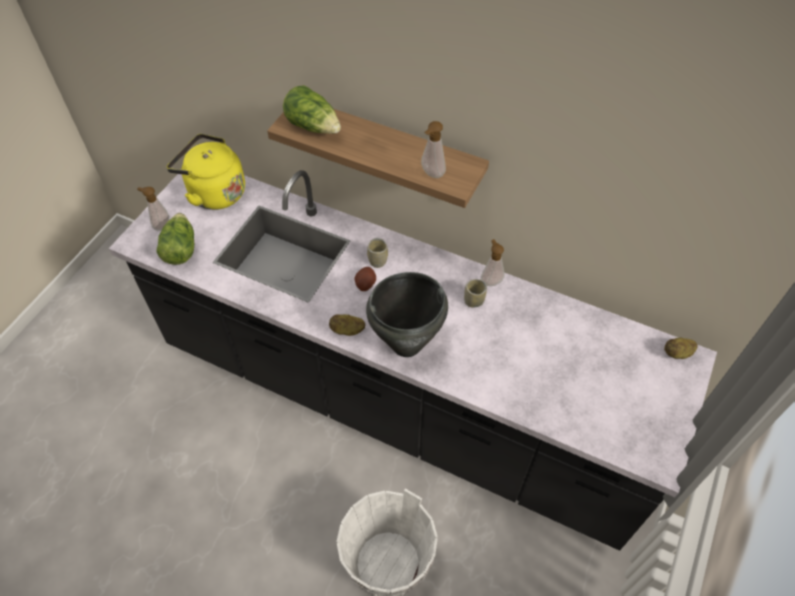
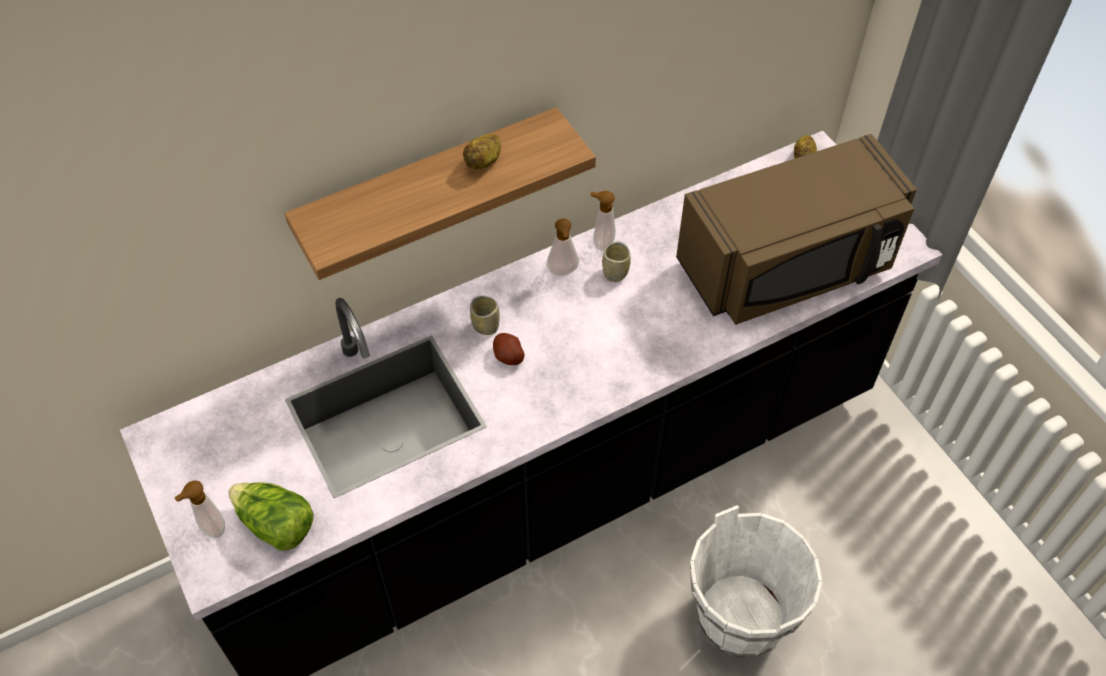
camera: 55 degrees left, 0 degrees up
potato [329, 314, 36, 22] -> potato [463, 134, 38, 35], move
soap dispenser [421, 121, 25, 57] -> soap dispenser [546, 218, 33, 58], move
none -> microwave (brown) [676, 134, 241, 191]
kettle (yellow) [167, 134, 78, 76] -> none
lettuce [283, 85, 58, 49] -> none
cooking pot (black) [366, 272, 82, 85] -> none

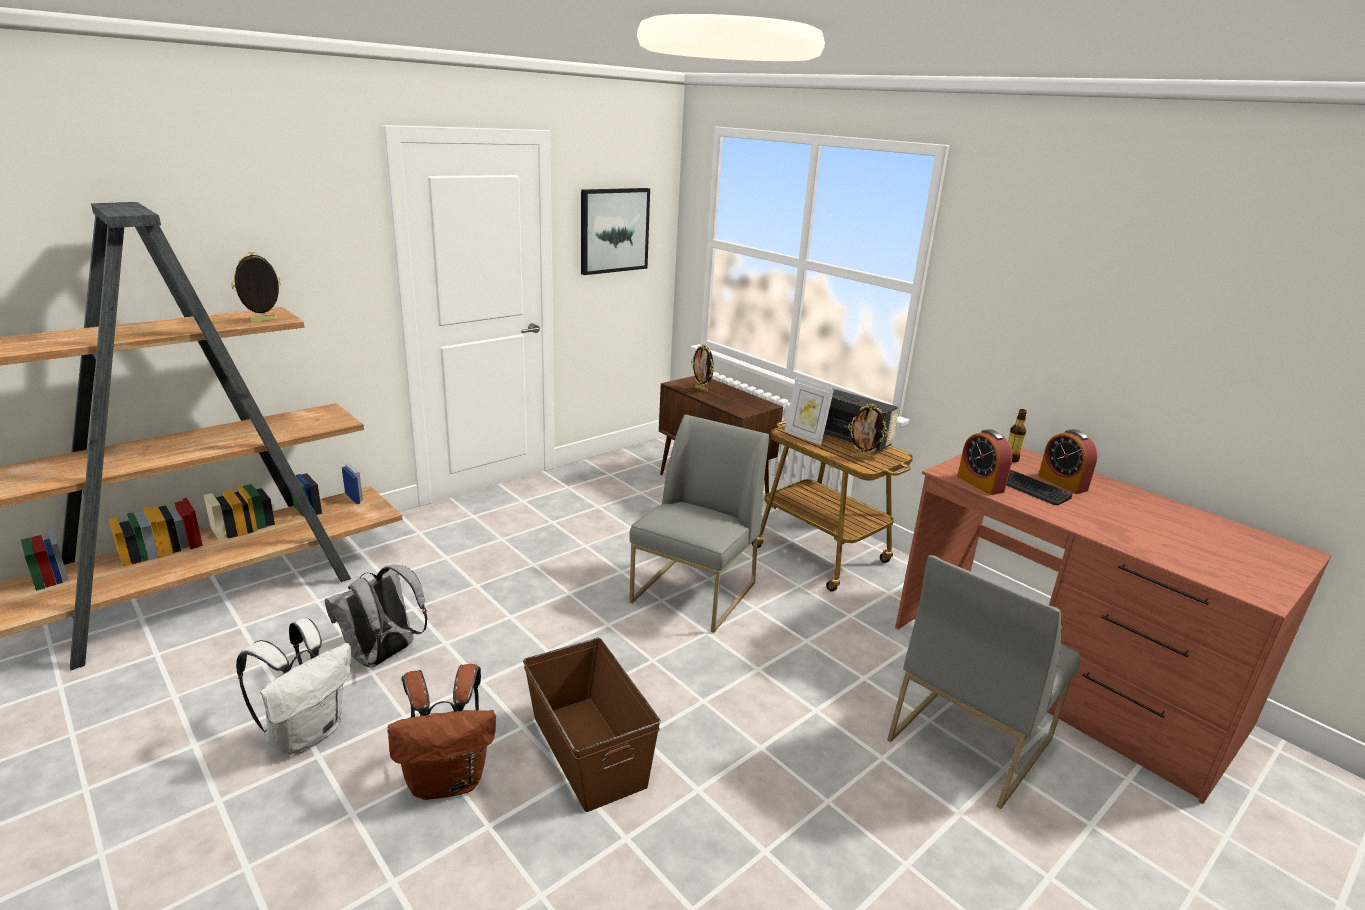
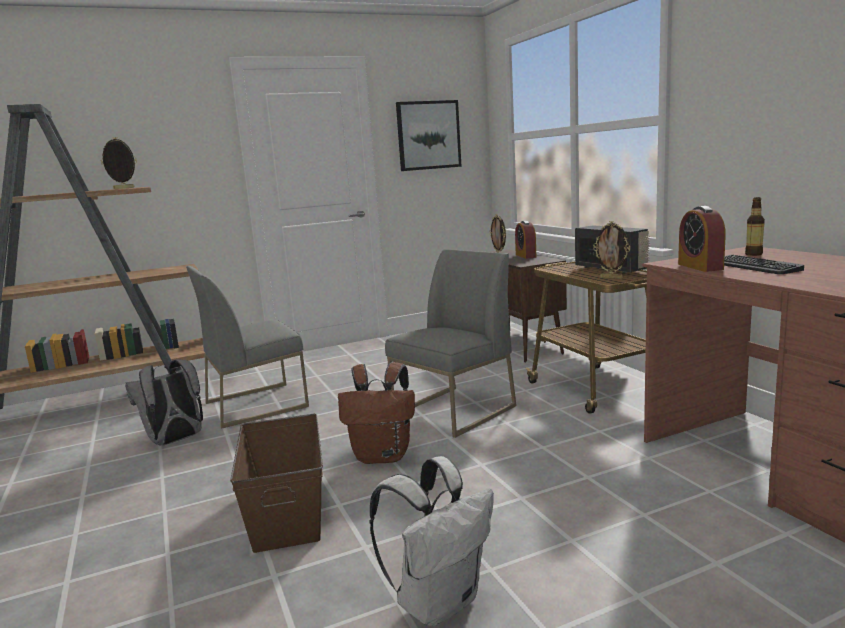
camera: 20 degrees right, 10 degrees down
chair (grey) [887, 555, 194, 254] -> chair (grey) [186, 266, 123, 163], move
backpack (brown) [388, 664, 108, 136] -> backpack (brown) [338, 362, 77, 102], move
backpack (white) [236, 618, 115, 137] -> backpack (white) [369, 456, 125, 170], move
alarm clock [1038, 429, 59, 65] -> alarm clock [515, 221, 21, 38], move
picture frame [784, 378, 50, 67] -> none

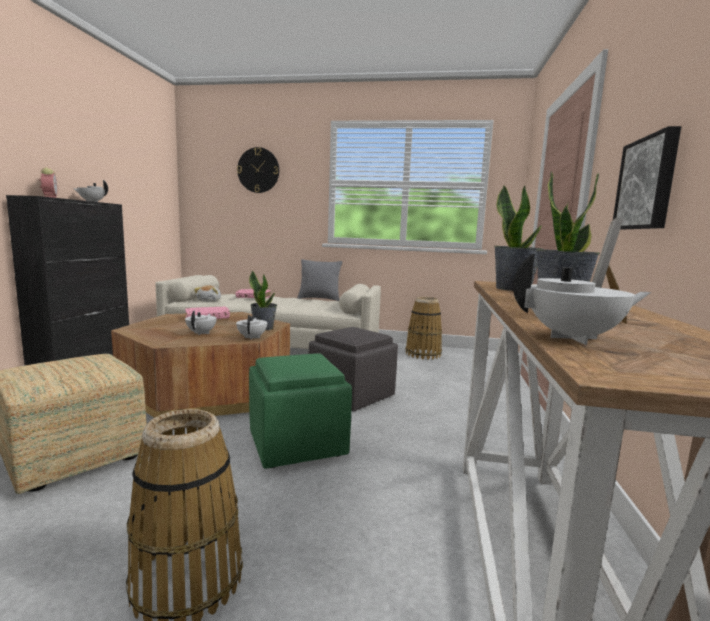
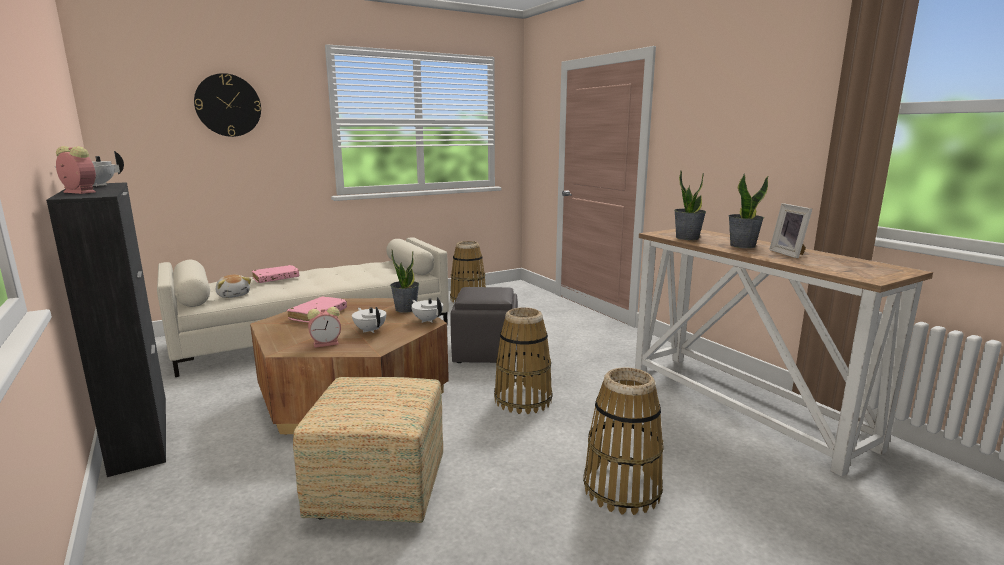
camera: 40 degrees left, 5 degrees up
none -> alarm clock [307, 307, 34, 41]
ottoman (green) [249, 353, 103, 116] -> basket [494, 307, 58, 107]
pillow (grey) [297, 259, 45, 42] -> none
teapot (white) [513, 254, 138, 91] -> none
picture [613, 126, 68, 104] -> none

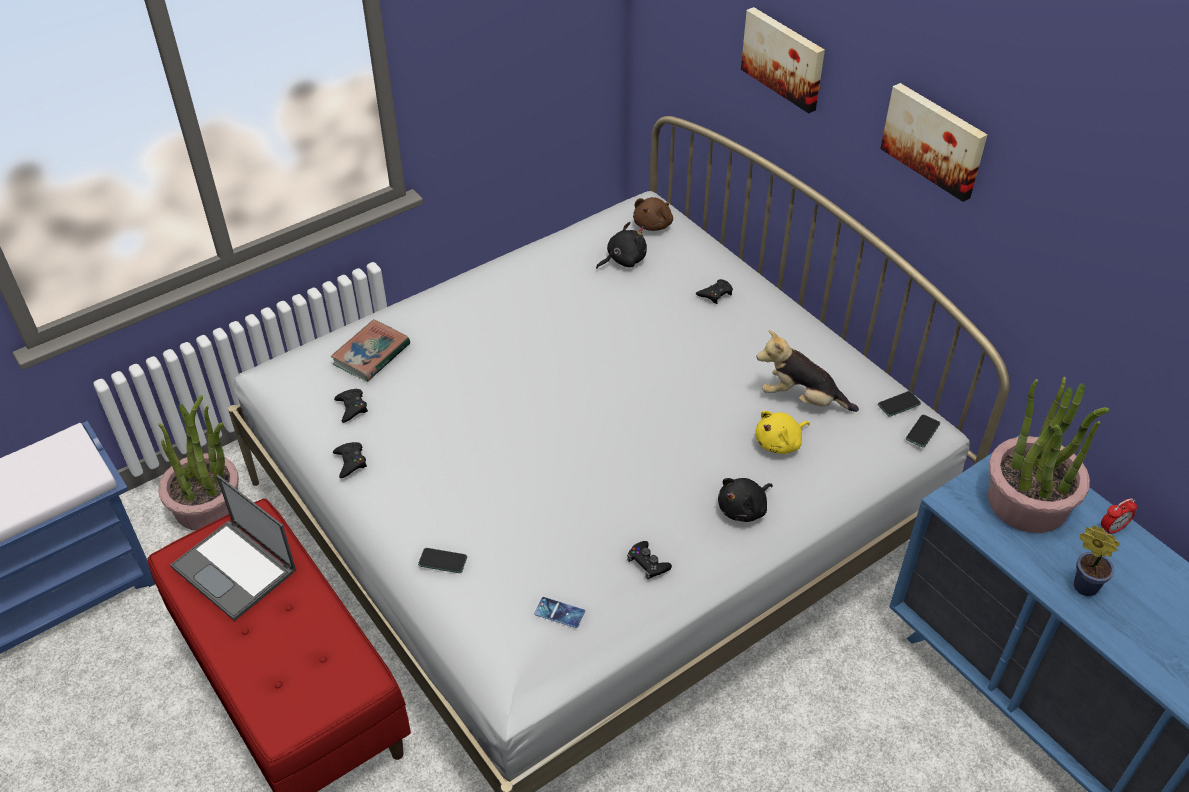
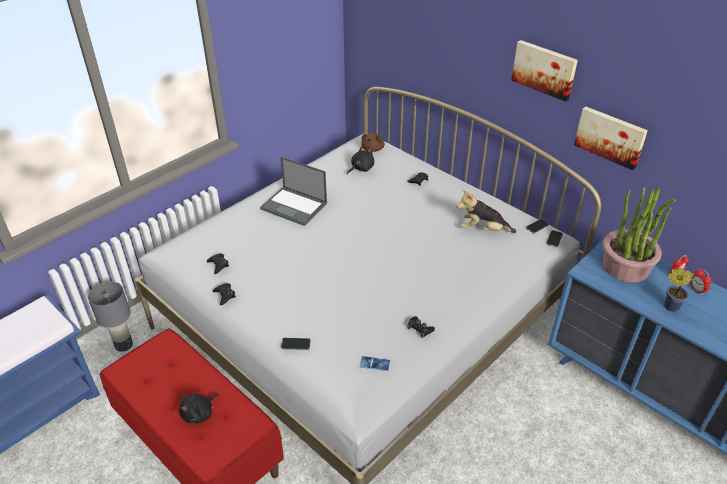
camera: 10 degrees left, 5 degrees down
potted plant [158, 395, 81, 135] -> table lamp (grey) [88, 281, 45, 71]
plush toy (black) [718, 478, 55, 44] -> plush toy (black) [179, 394, 40, 29], move
laptop [170, 475, 126, 146] -> laptop [260, 157, 67, 69], move
picture [741, 7, 84, 106] -> picture [574, 107, 74, 63], move
none -> alarm clock [690, 269, 22, 26]
book [331, 319, 79, 63] -> none
plush toy (yellow) [756, 411, 54, 43] -> none

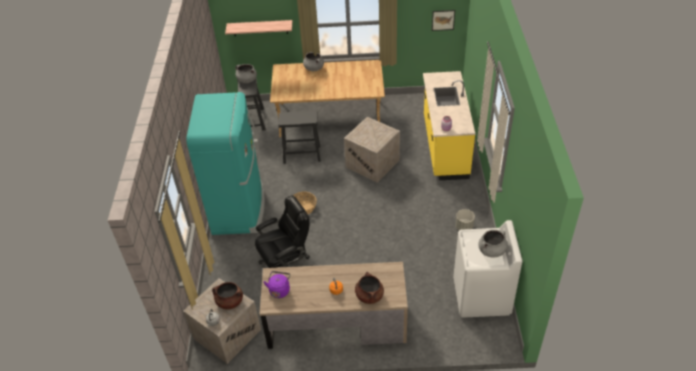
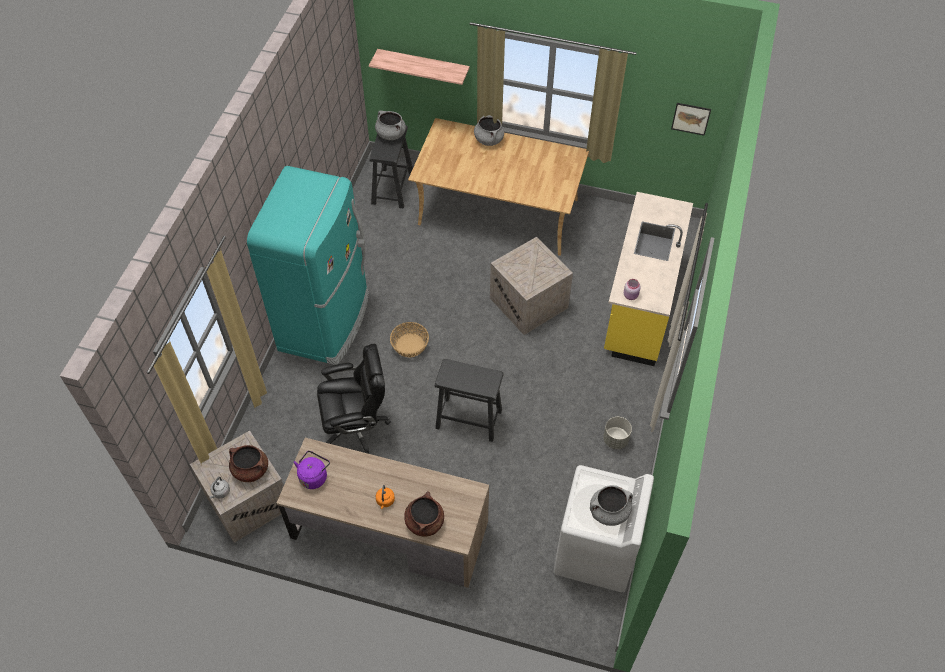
camera: 15 degrees right, 10 degrees up
stool (black) [278, 110, 43, 54] -> stool (black) [435, 359, 69, 83], move

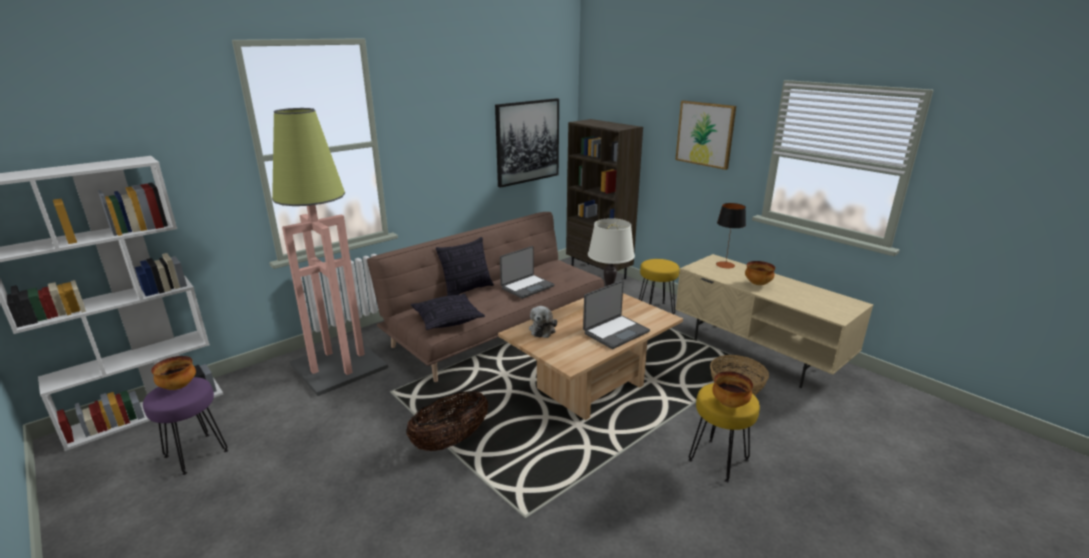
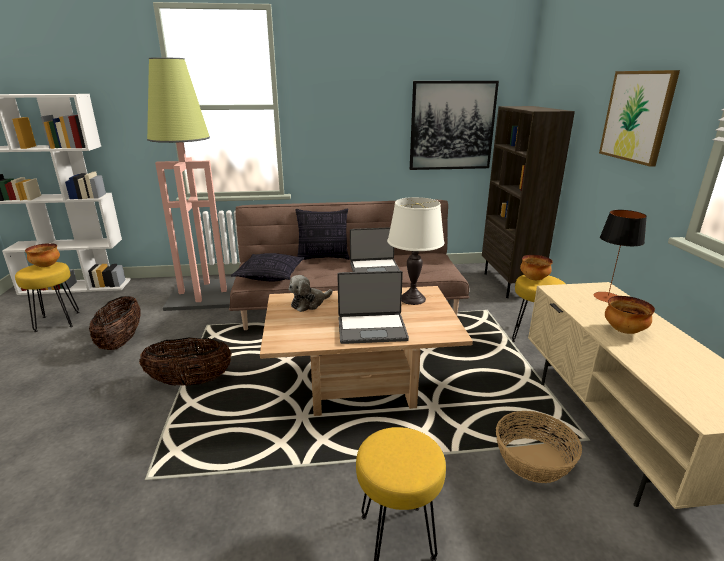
camera: 35 degrees right, 0 degrees up
stool (purple) [143, 377, 85, 98] -> stool (yellow) [15, 262, 65, 70]
none -> basket [89, 296, 52, 54]
bowl [712, 371, 41, 37] -> bowl [520, 255, 33, 25], move

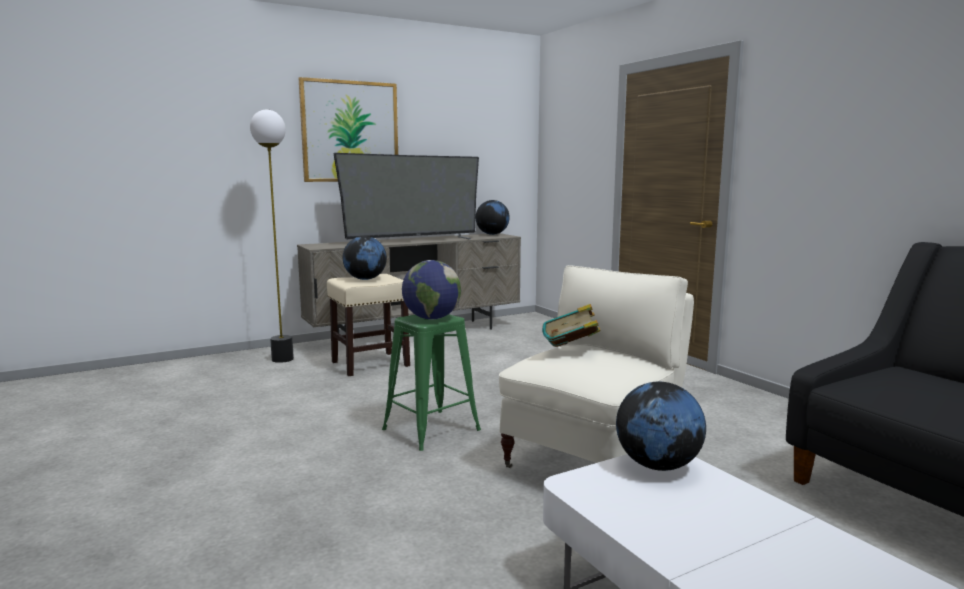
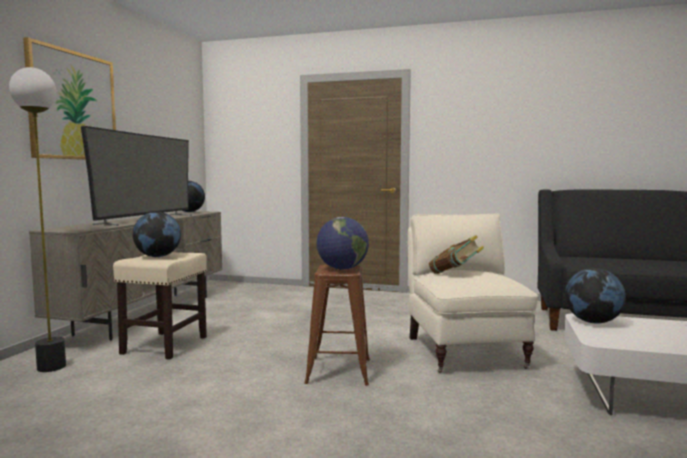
camera: 45 degrees left, 5 degrees down
stool (green) [382, 314, 99, 137] -> stool (brown) [304, 265, 66, 121]

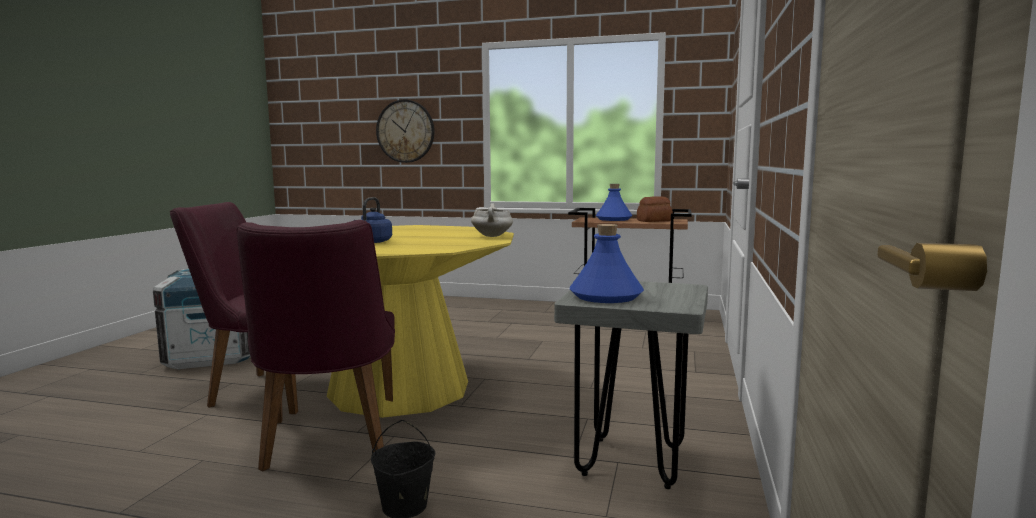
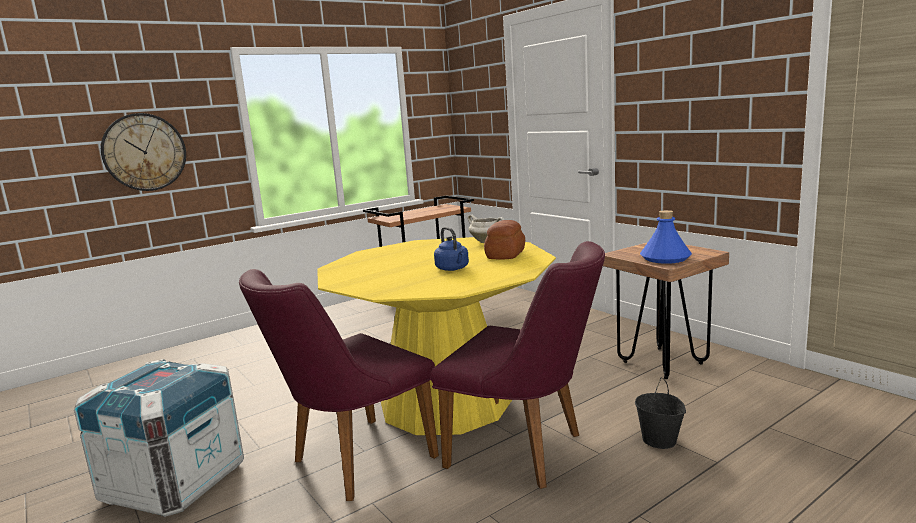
camera: 50 degrees left, 5 degrees up
bread [637, 196, 36, 26] -> bread [484, 220, 41, 39], move
stool (grey) [554, 281, 154, 208] -> stool (brown) [603, 242, 126, 137]
bottle (blue) [596, 184, 36, 37] -> none

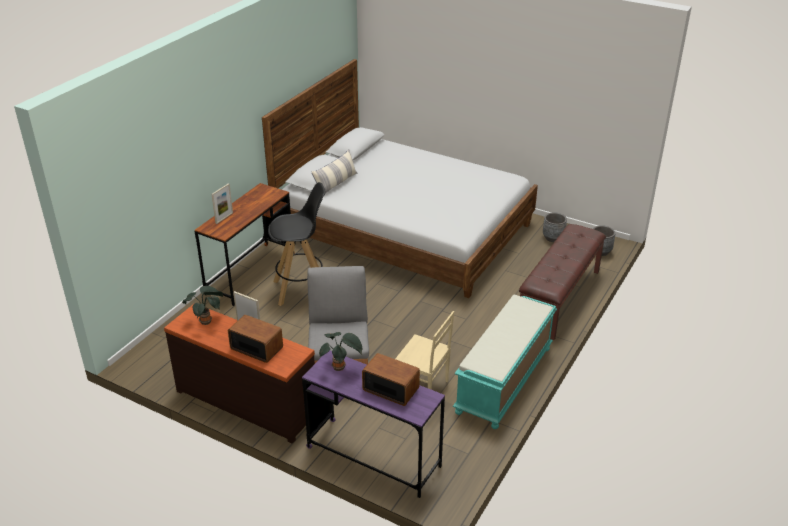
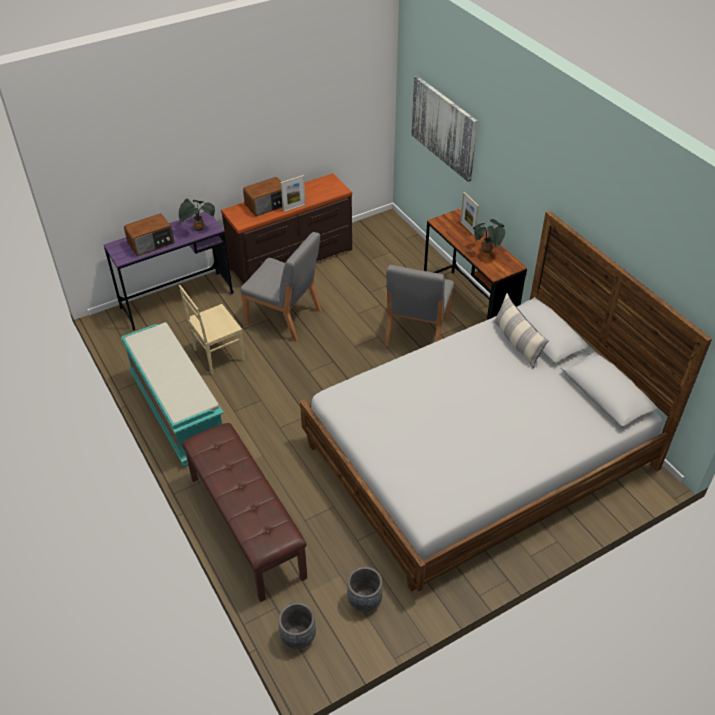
camera: 120 degrees right, 10 degrees up
stool (black) [268, 182, 58, 124] -> chair (grey) [385, 265, 69, 81]
none -> picture [411, 76, 66, 106]
potted plant [182, 286, 41, 39] -> potted plant [473, 219, 32, 34], move

